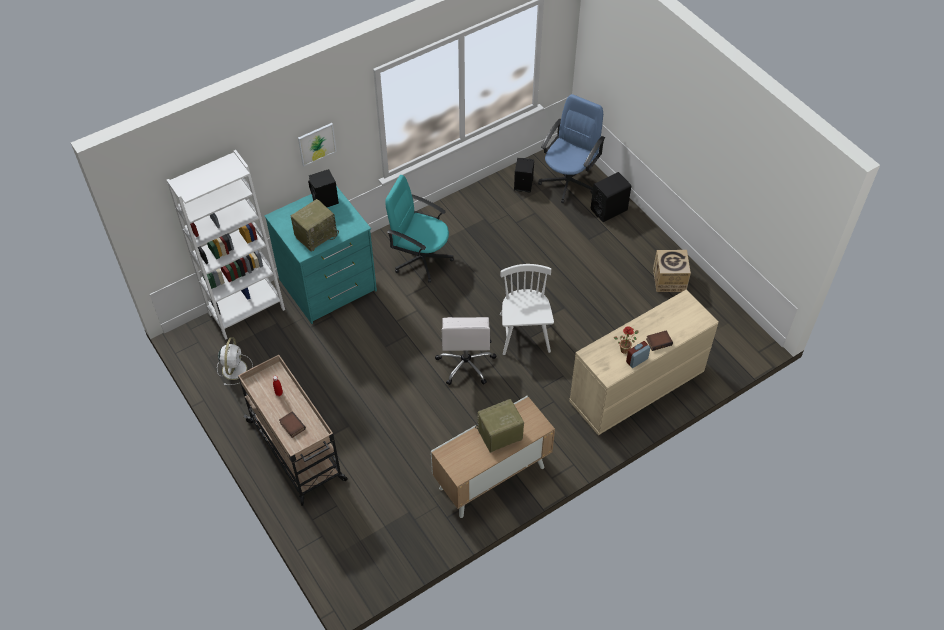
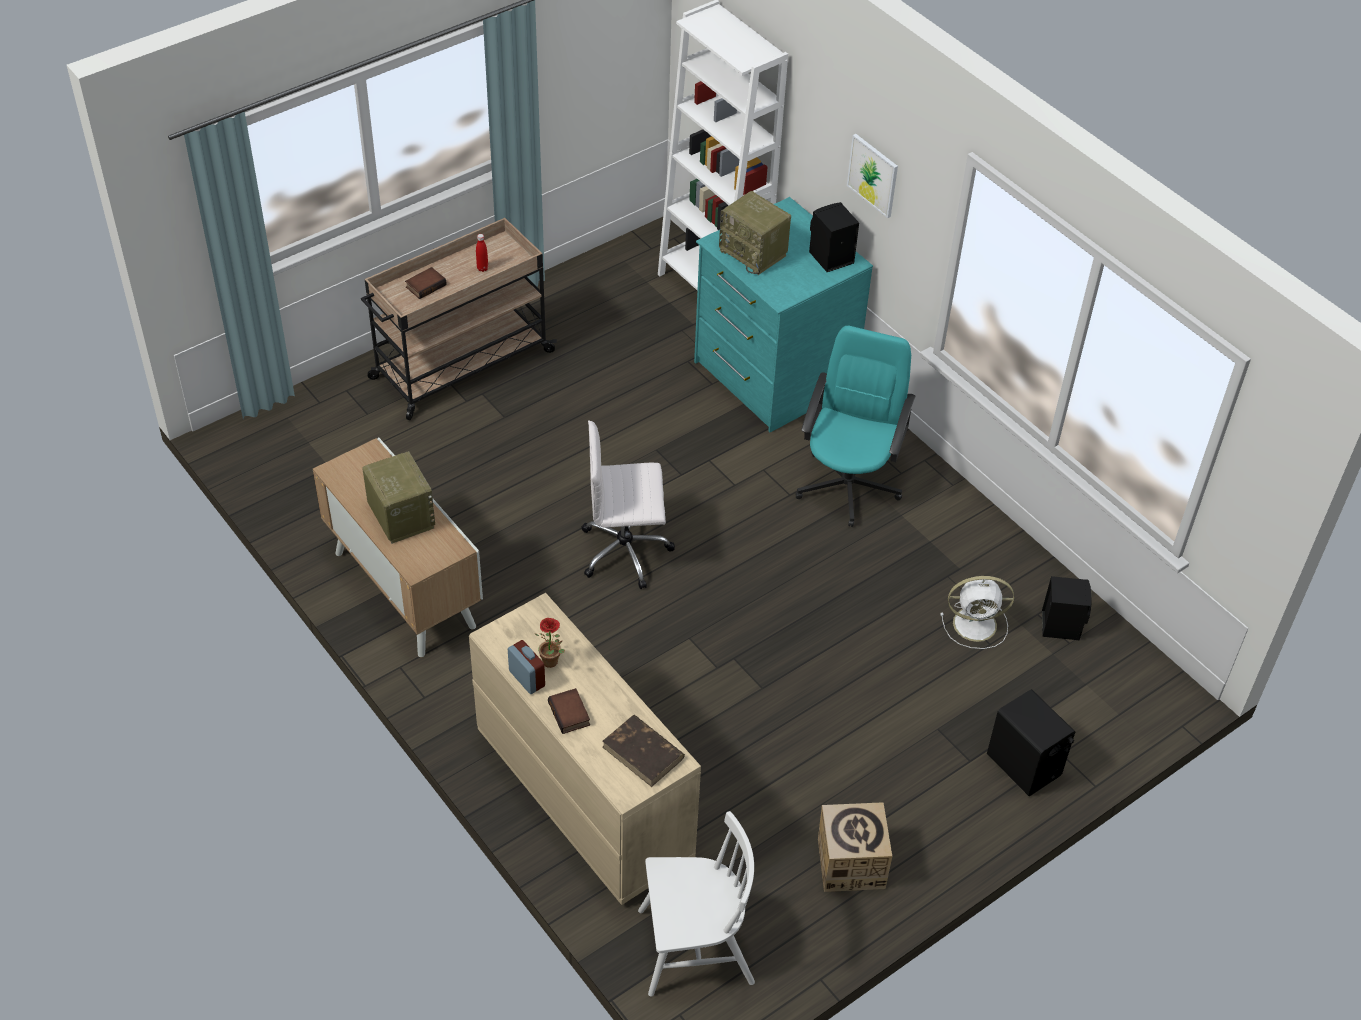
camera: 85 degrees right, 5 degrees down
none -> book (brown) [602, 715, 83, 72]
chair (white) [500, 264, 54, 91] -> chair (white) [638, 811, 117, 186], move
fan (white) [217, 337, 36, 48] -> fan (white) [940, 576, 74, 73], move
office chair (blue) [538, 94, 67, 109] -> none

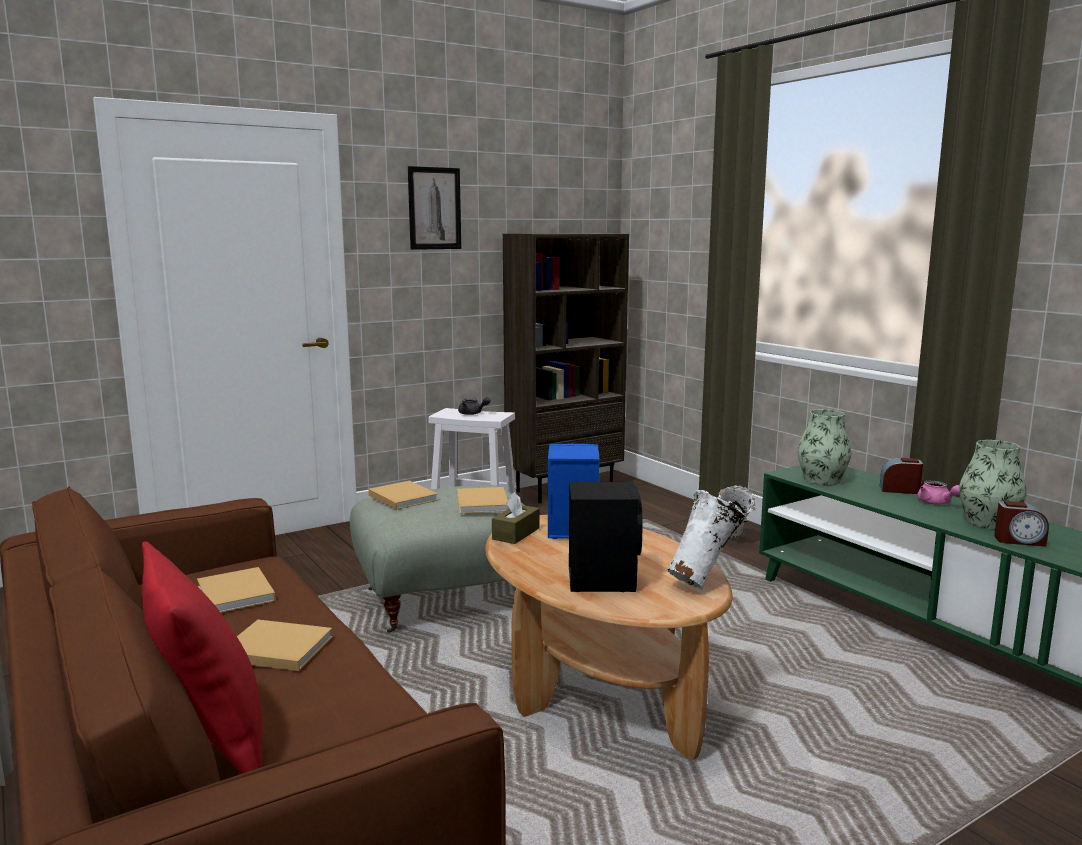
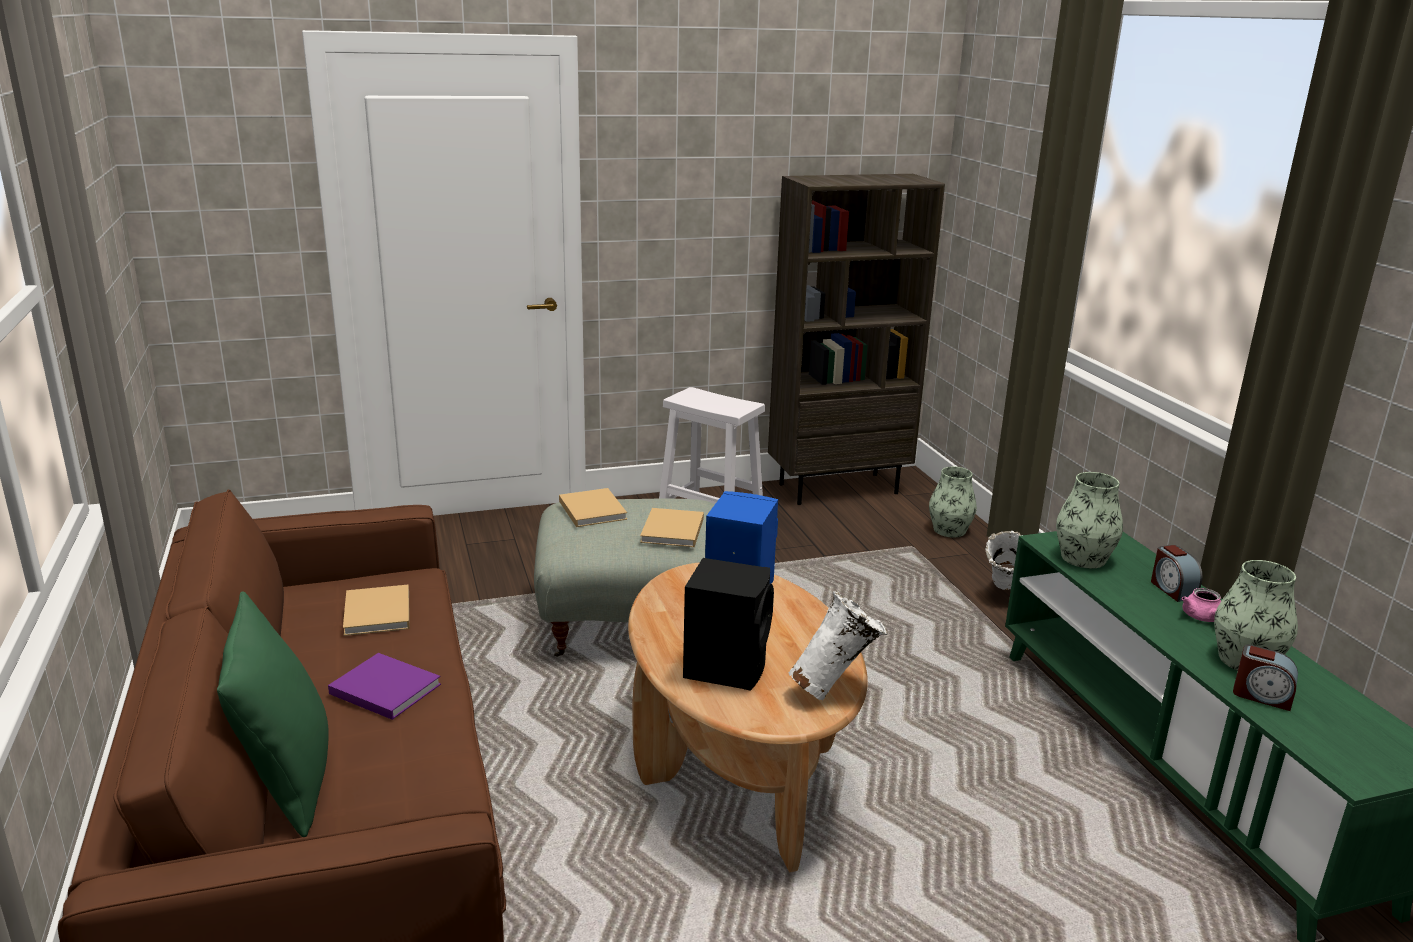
camera: 15 degrees right, 10 degrees up
pillow (red) [142, 542, 120, 232] -> pillow (green) [217, 592, 112, 245]
book (beige) [237, 620, 96, 51] -> book (purple) [328, 653, 113, 67]
none -> vase [929, 467, 48, 71]
alarm clock [880, 458, 43, 36] -> alarm clock [1151, 545, 52, 57], 135 degrees counterclockwise
picture [408, 166, 53, 84] -> none
teapot (grey) [458, 397, 33, 18] -> none
tissue box (brown) [492, 492, 48, 52] -> none

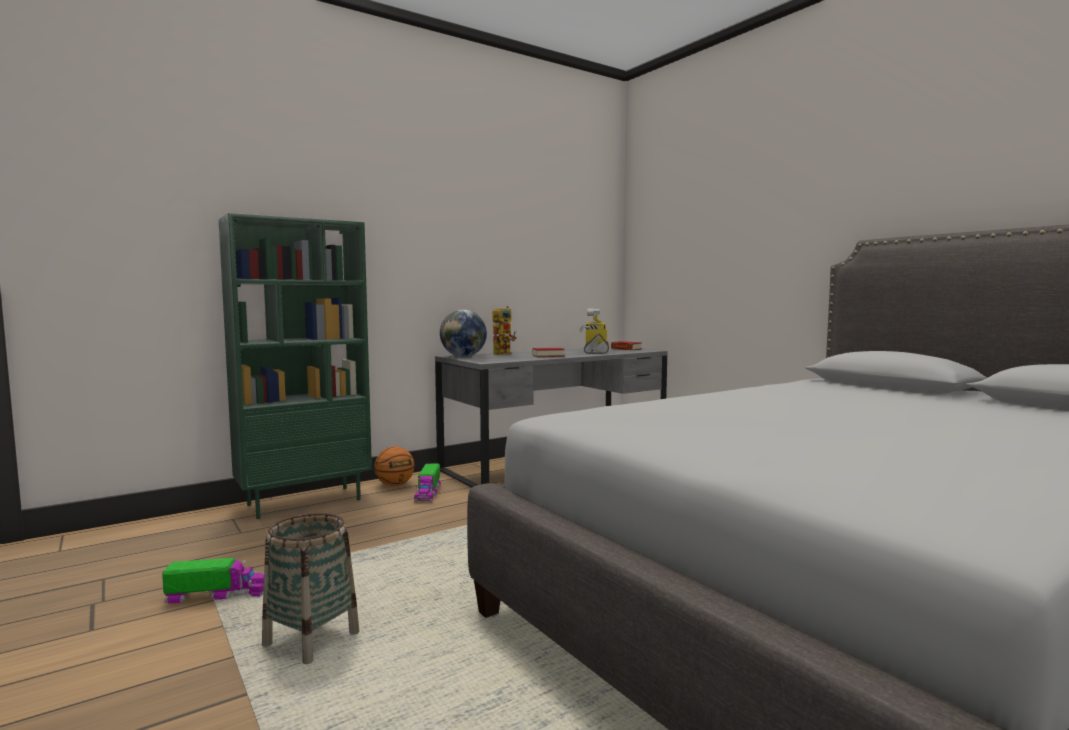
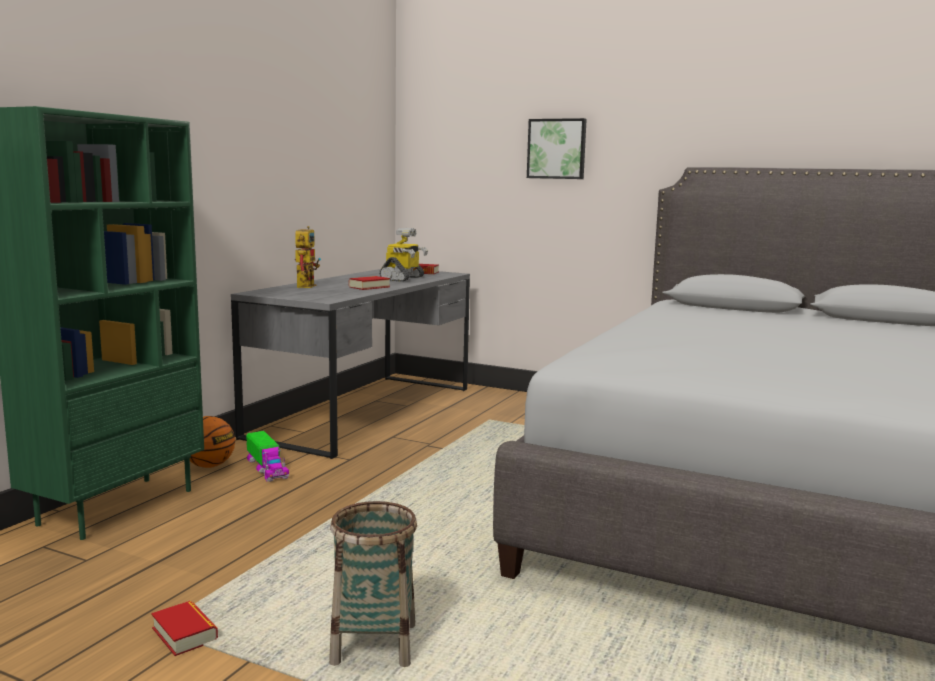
camera: 30 degrees left, 5 degrees up
toy truck [162, 558, 102, 46] -> book [151, 601, 67, 55]
toy robot [579, 309, 30, 45] -> toy robot [379, 228, 49, 54], 135 degrees counterclockwise
none -> picture [527, 118, 60, 61]
globe [440, 310, 47, 47] -> none

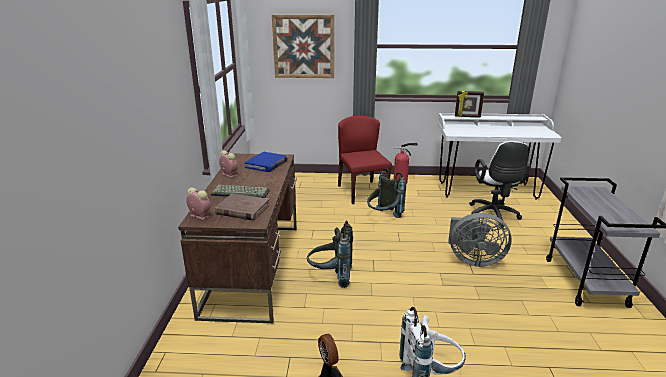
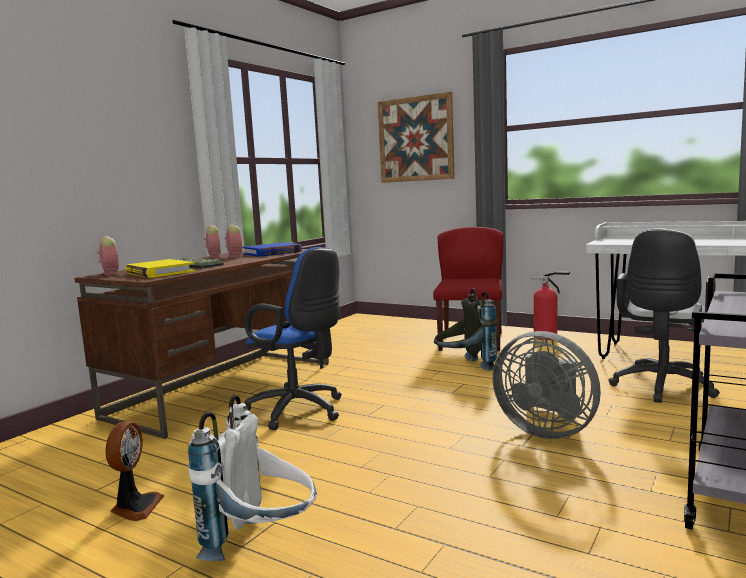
camera: 30 degrees right, 15 degrees down
book (brown) [215, 193, 55, 28] -> book (yellow) [125, 259, 70, 19]
none -> alarm clock [224, 225, 18, 33]
backpack (grey) [307, 221, 46, 67] -> office chair (blue) [245, 247, 97, 183]
picture frame [455, 91, 29, 27] -> none

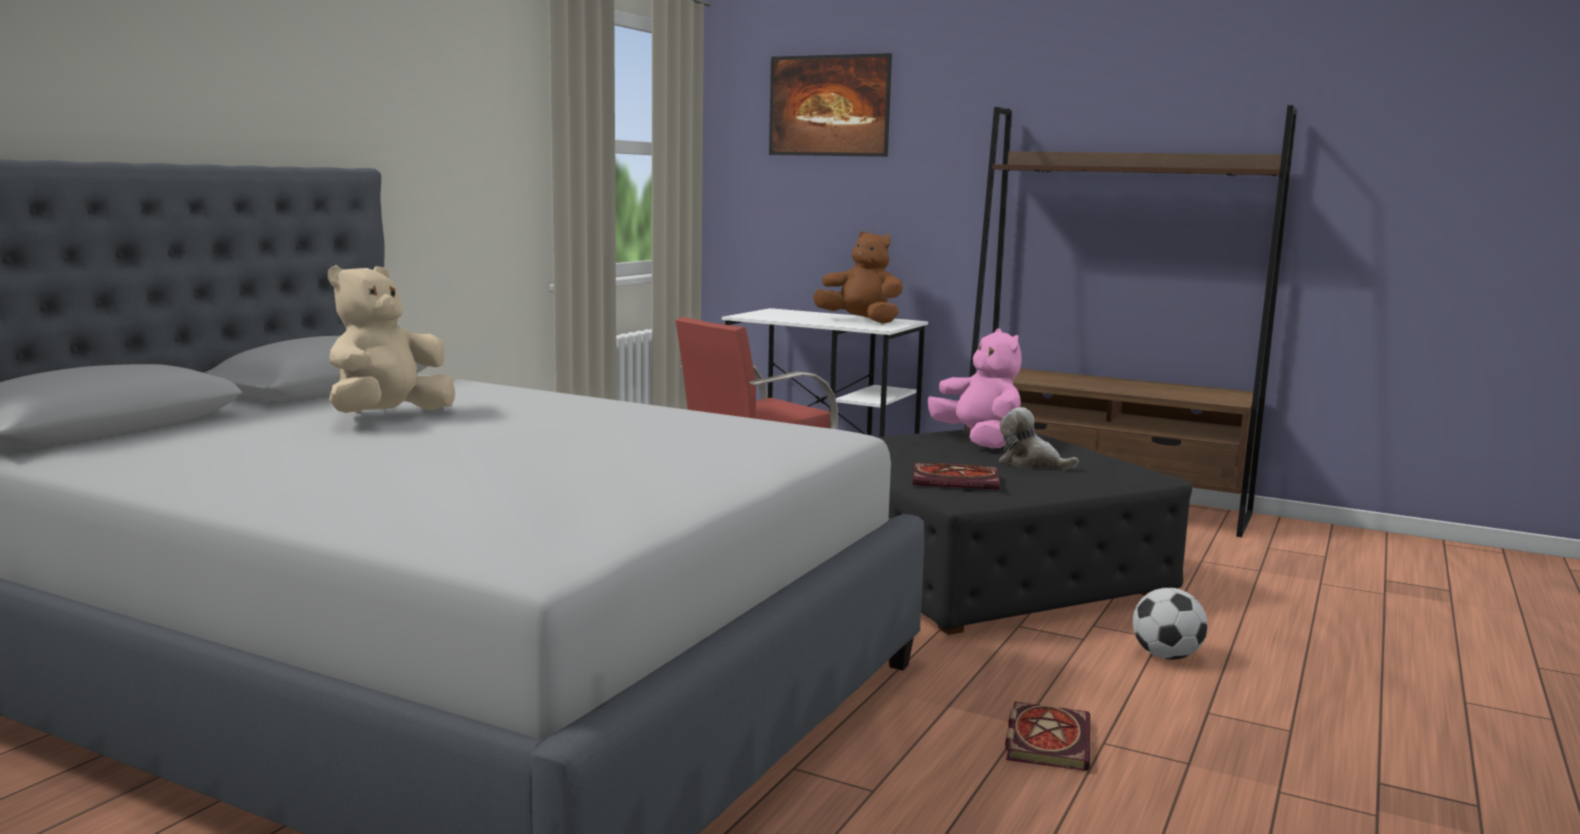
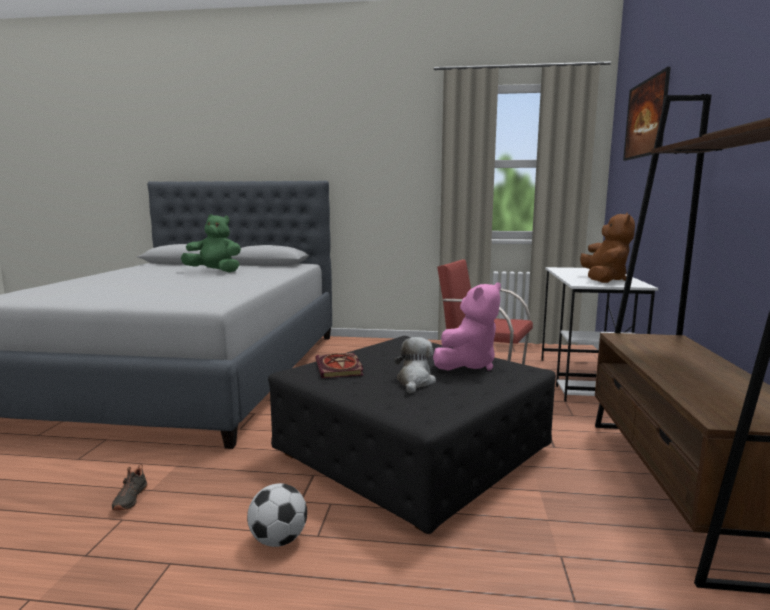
camera: 70 degrees right, 0 degrees up
book [1005, 701, 85, 70] -> shoe (black) [112, 464, 36, 47]
plush toy (beige) [328, 265, 127, 148] -> plush toy (green) [181, 214, 60, 59]

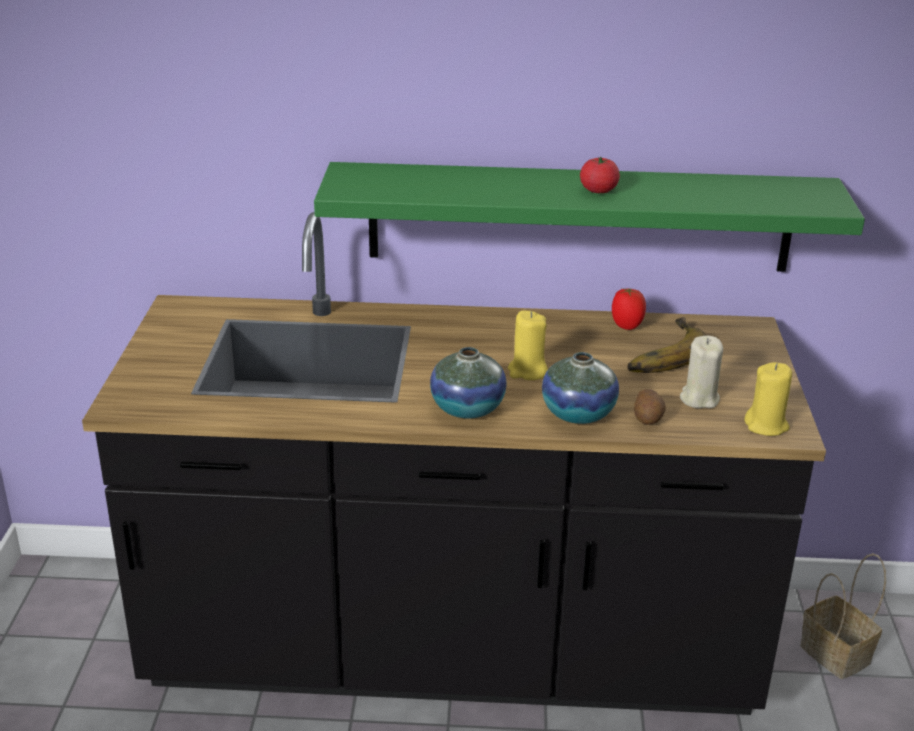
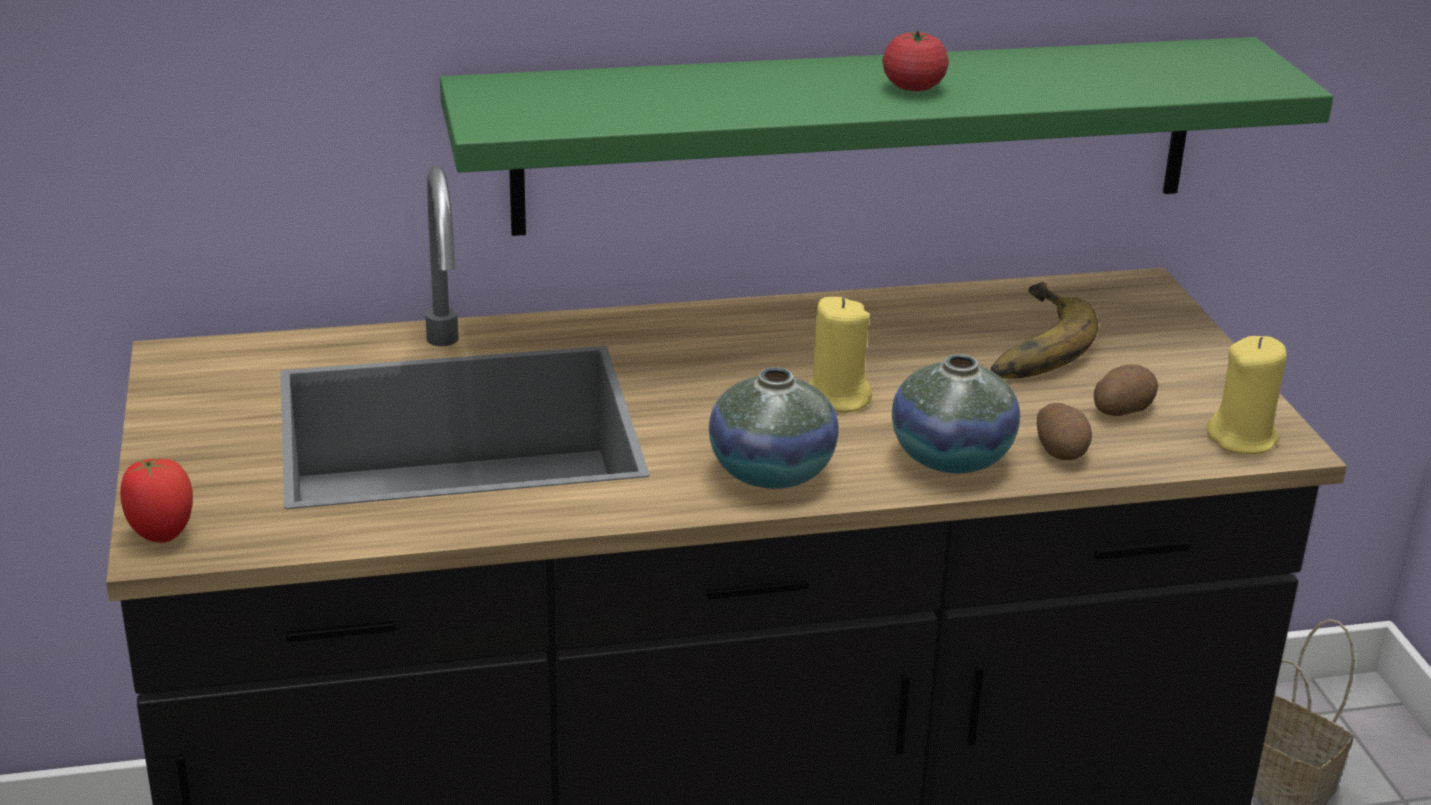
camera: 15 degrees left, 0 degrees up
tomato [612, 288, 34, 42] -> tomato [120, 458, 73, 85], move
candle (beige) [680, 336, 43, 72] -> potato [1094, 365, 64, 51]

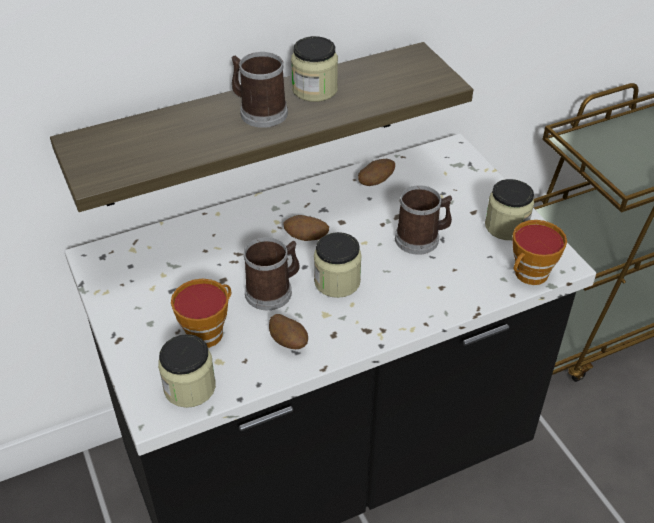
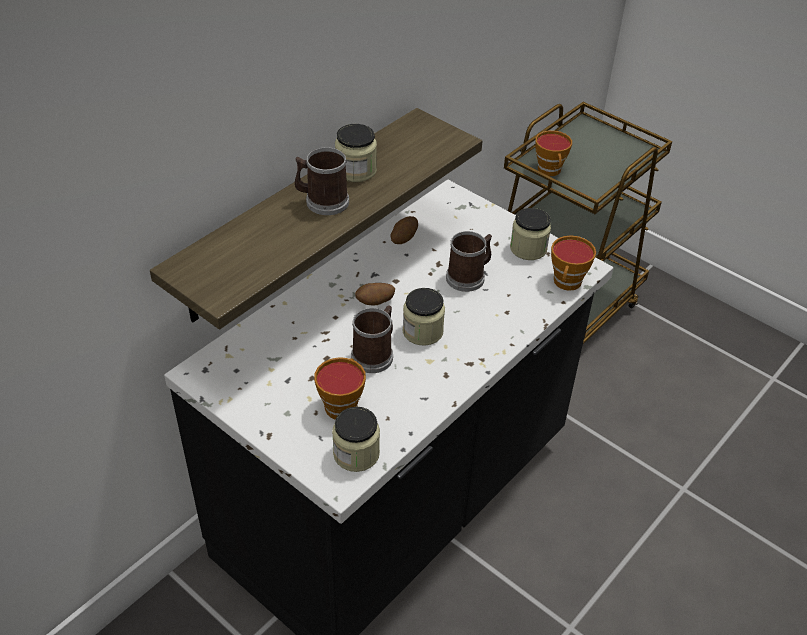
camera: 25 degrees left, 0 degrees up
none -> cup [535, 130, 37, 46]
potato [269, 314, 39, 35] -> none

